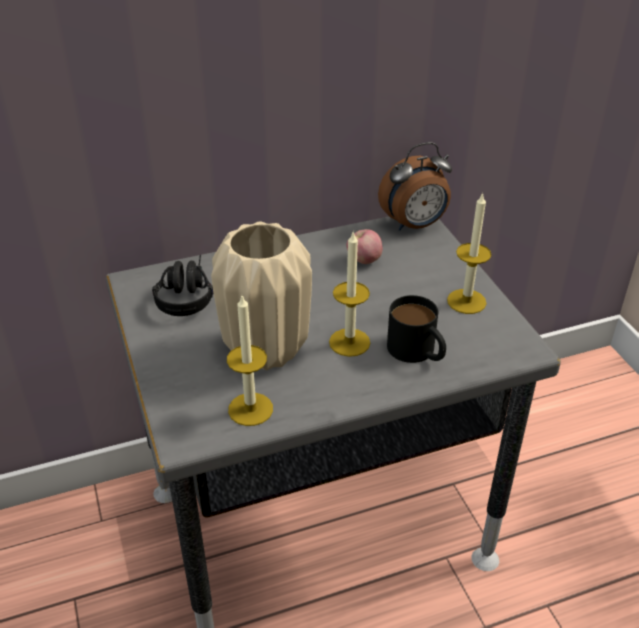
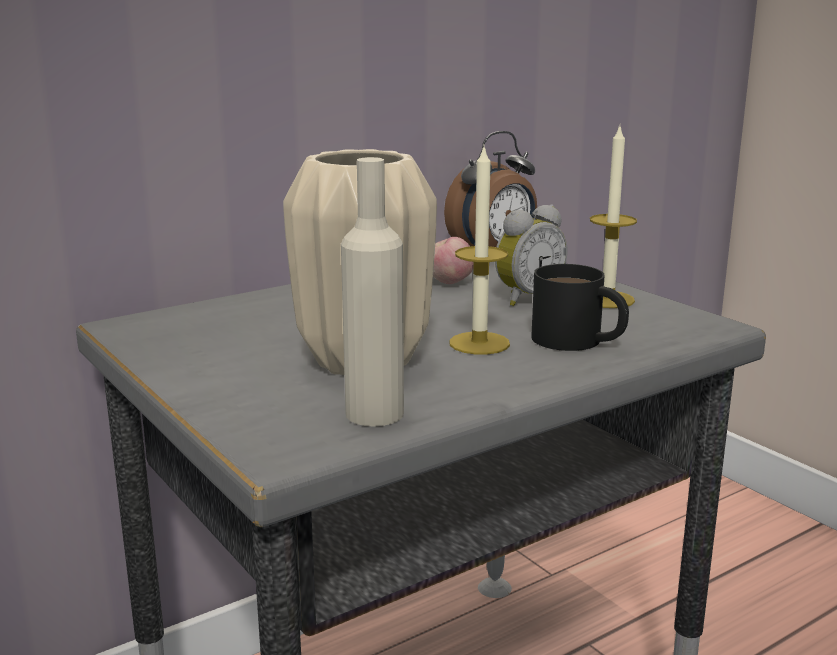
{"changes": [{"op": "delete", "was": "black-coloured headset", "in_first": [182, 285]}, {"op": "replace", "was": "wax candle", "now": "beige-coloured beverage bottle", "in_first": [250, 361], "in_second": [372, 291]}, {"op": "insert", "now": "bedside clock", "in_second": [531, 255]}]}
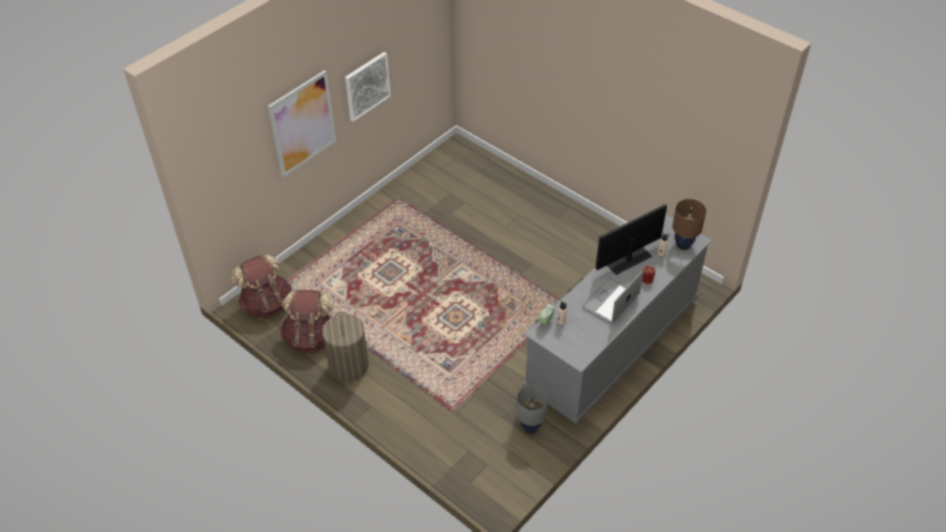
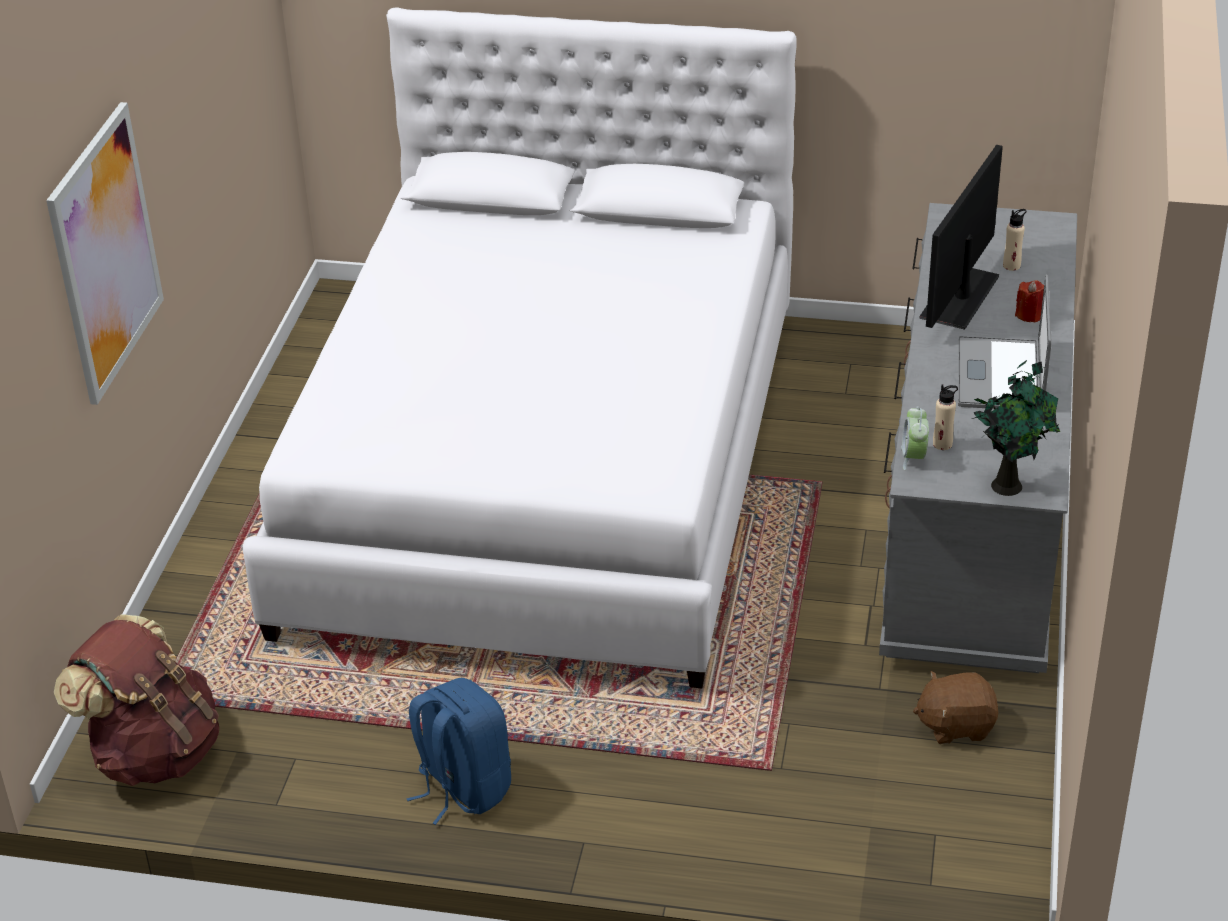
{"changes": [{"op": "delete", "was": "wall art", "in_first": [368, 87]}, {"op": "delete", "was": "brownish table lamp", "in_first": [689, 224]}, {"op": "delete", "was": "brownish knapsack", "in_first": [307, 321]}, {"op": "replace", "was": "washing basket", "now": "bluish knapsack", "in_first": [345, 347], "in_second": [458, 751]}, {"op": "replace", "was": "gray table lamp", "now": "brownish plush toy", "in_first": [532, 409], "in_second": [955, 707]}, {"op": "insert", "now": "whitish bed", "in_second": [519, 347]}, {"op": "insert", "now": "houseplant", "in_second": [1016, 427]}]}
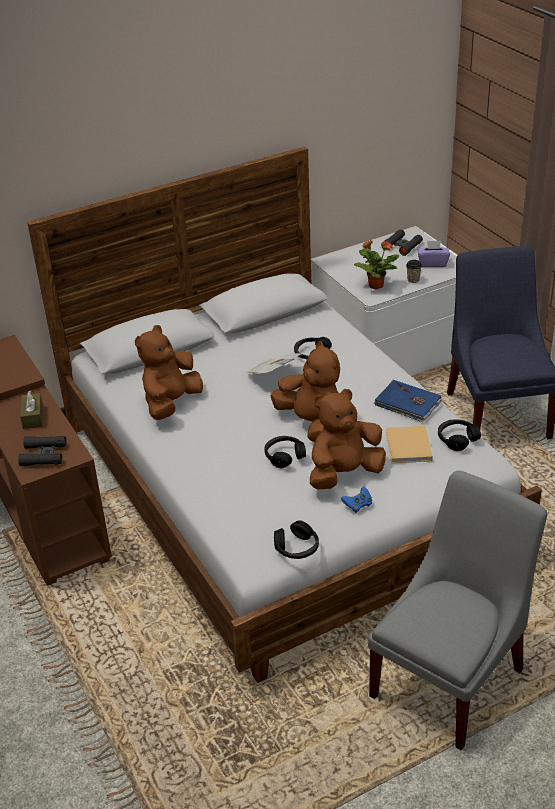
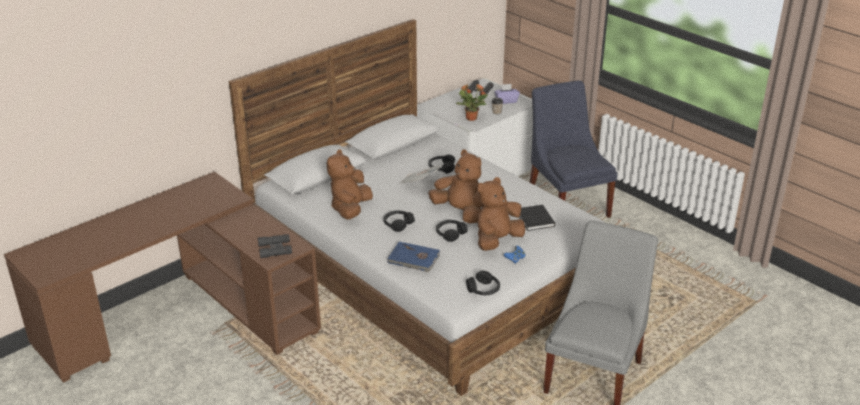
{"changes": [{"op": "move", "was": "bluish bound book", "in_first": [407, 401], "in_second": [413, 257]}, {"op": "delete", "was": "brownish tissue holder", "in_first": [31, 410]}, {"op": "move", "was": "black-coloured headset", "in_first": [459, 435], "in_second": [399, 221]}, {"op": "recolor", "was": "beige-coloured bound book", "now": "black-coloured bound book", "in_first": [409, 444], "in_second": [537, 218]}]}
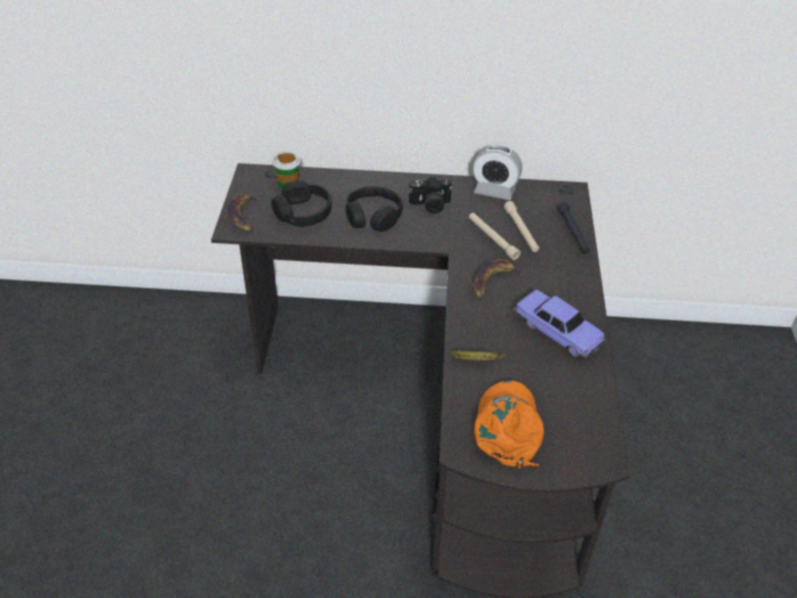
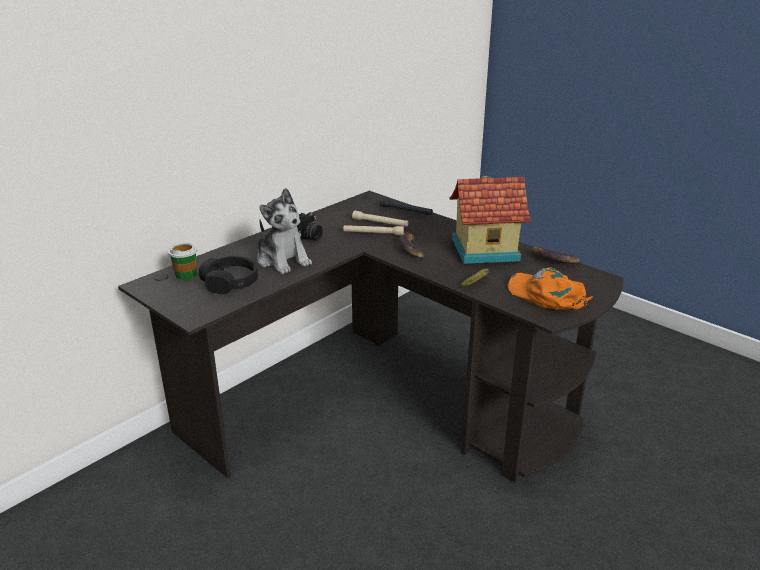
{"changes": [{"op": "delete", "was": "bedside clock", "in_first": [497, 172]}, {"op": "replace", "was": "black-coloured headset", "now": "plush toy", "in_first": [374, 209], "in_second": [284, 231]}, {"op": "move", "was": "banana fruit", "in_first": [244, 212], "in_second": [556, 255]}, {"op": "replace", "was": "miniature car", "now": "miniature house", "in_first": [559, 324], "in_second": [490, 220]}]}
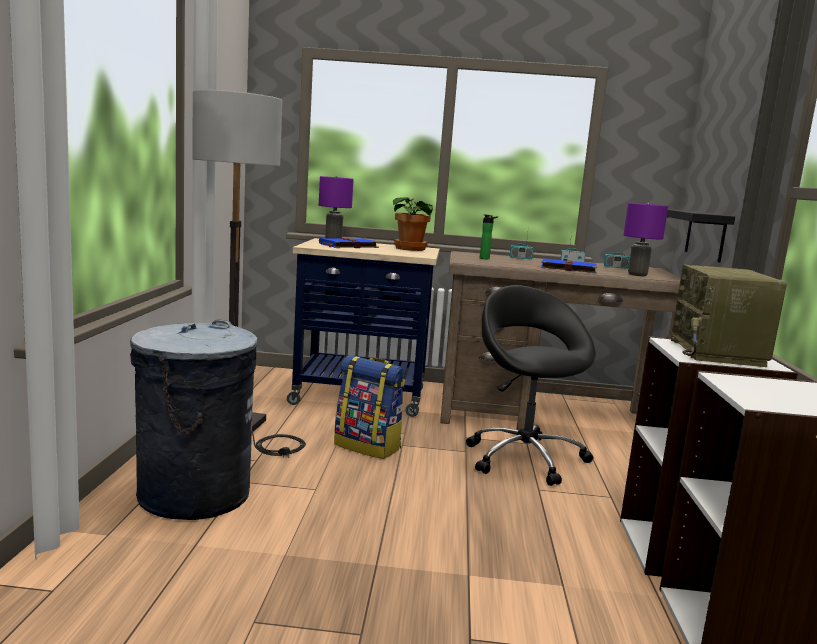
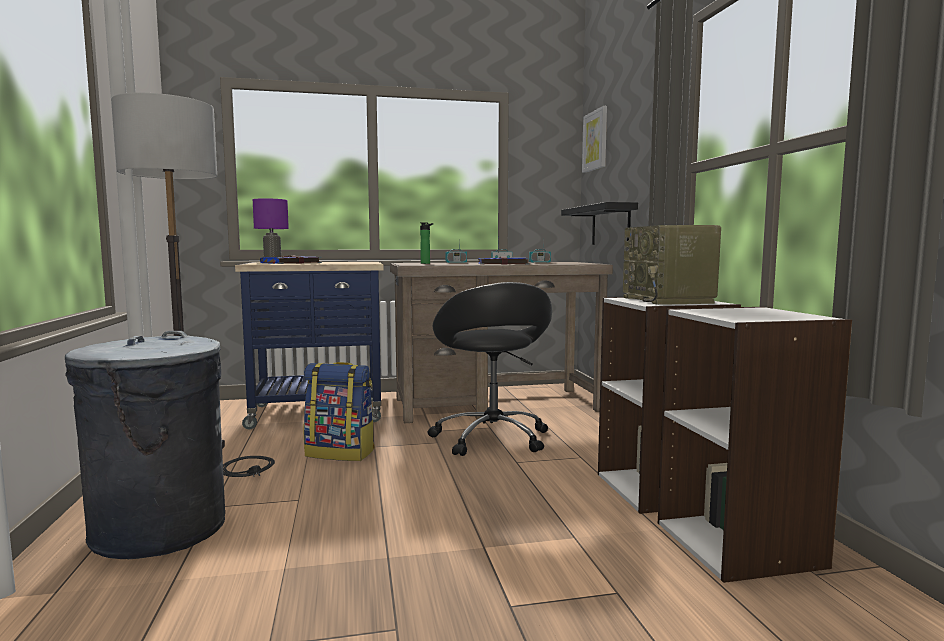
{"changes": [{"op": "delete", "was": "houseplant", "in_first": [413, 224]}, {"op": "delete", "was": "purplish table lamp", "in_first": [646, 239]}, {"op": "rotate", "was": "black-coloured office chair", "in_first": [531, 385], "in_second": [489, 369], "clockwise": -150}, {"op": "insert", "now": "wall art", "in_second": [594, 139]}]}
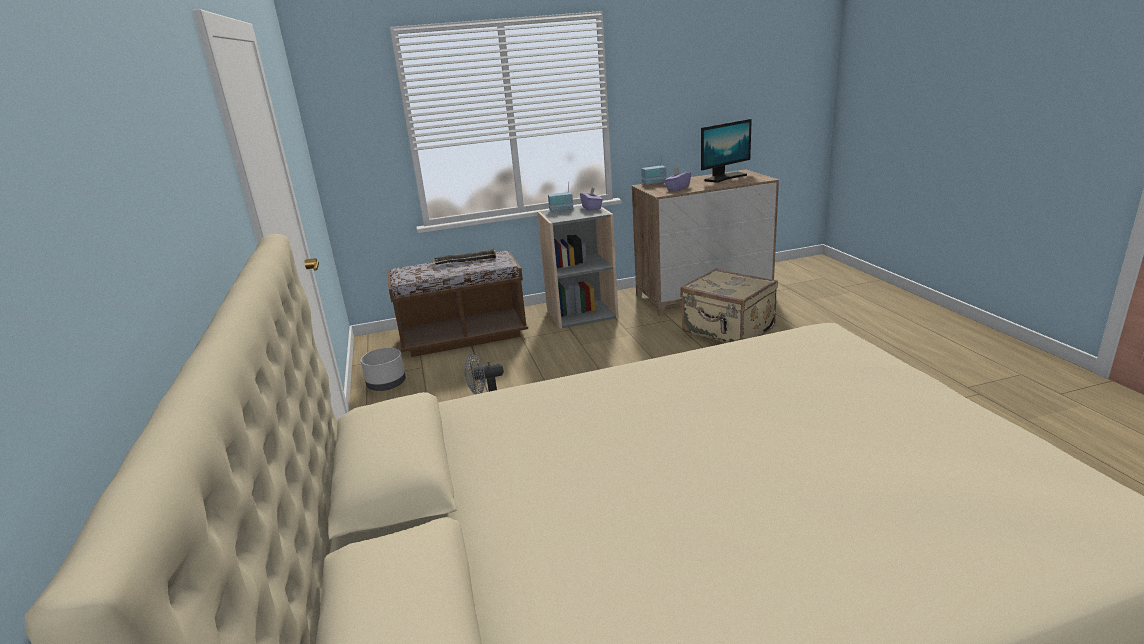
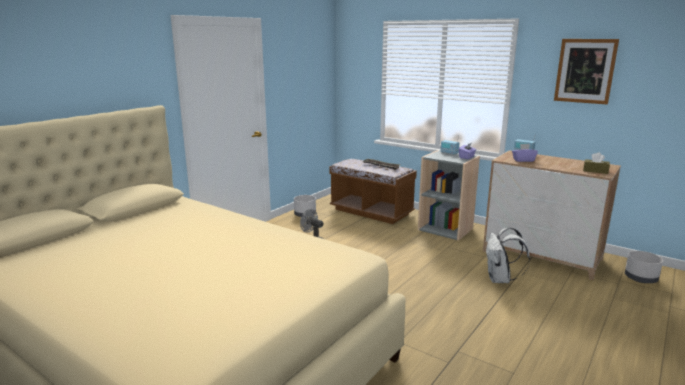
{"changes": [{"op": "delete", "was": "computer screen", "in_first": [726, 151]}, {"op": "replace", "was": "beige-coloured suitcase", "now": "whitish knapsack", "in_first": [729, 306], "in_second": [508, 255]}, {"op": "insert", "now": "wall art", "in_second": [586, 72]}, {"op": "insert", "now": "brownish tissue holder", "in_second": [596, 163]}, {"op": "insert", "now": "gray planter", "in_second": [644, 267]}]}
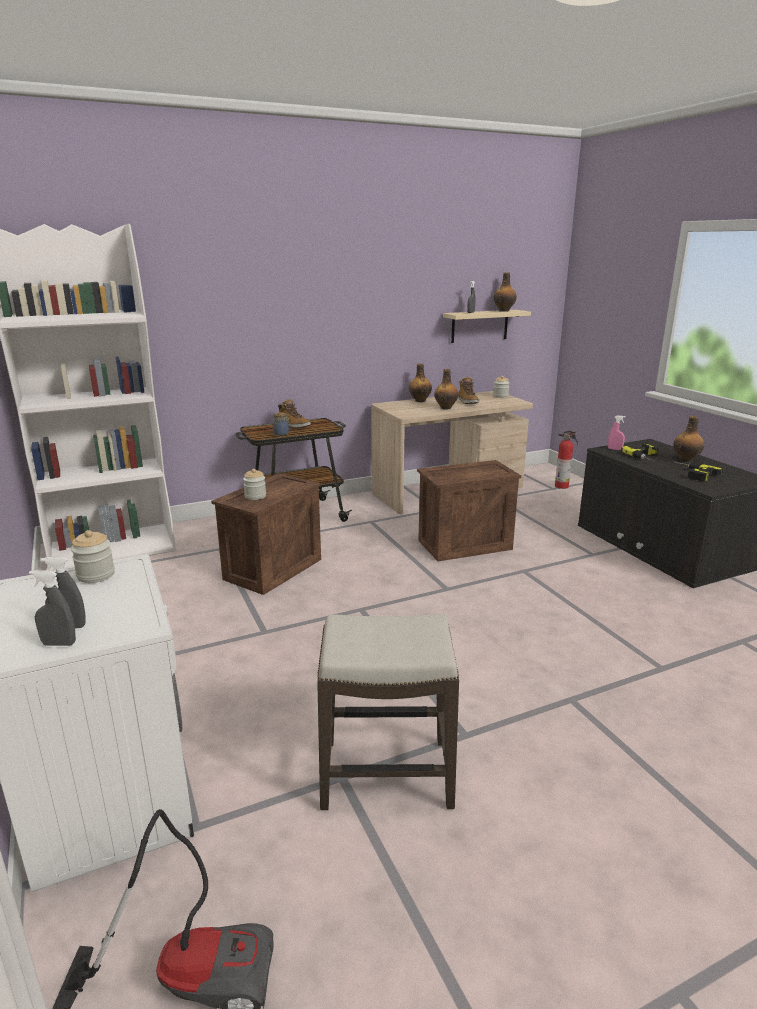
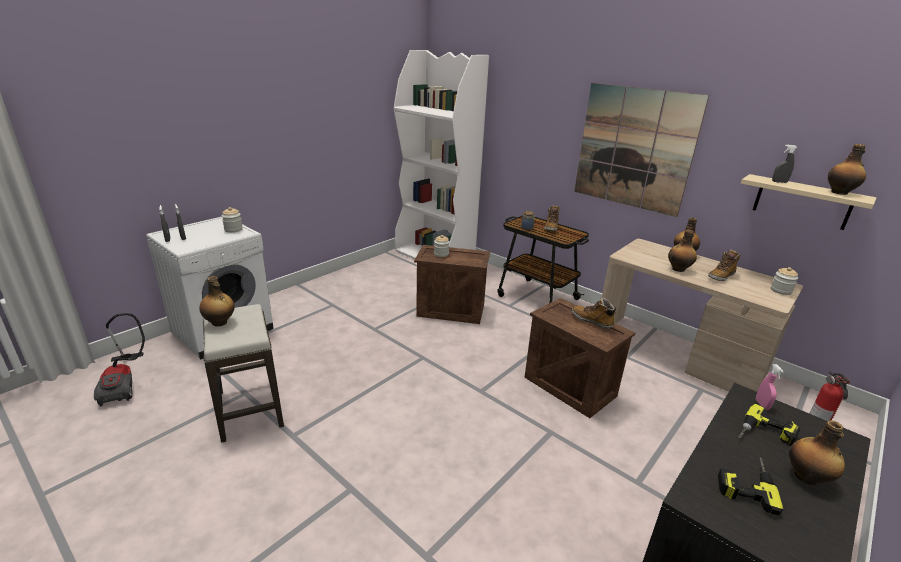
{"changes": [{"op": "insert", "now": "wall art", "in_second": [641, 150]}, {"op": "insert", "now": "beverage bottle", "in_second": [217, 301]}, {"op": "insert", "now": "tall boot", "in_second": [594, 313]}]}
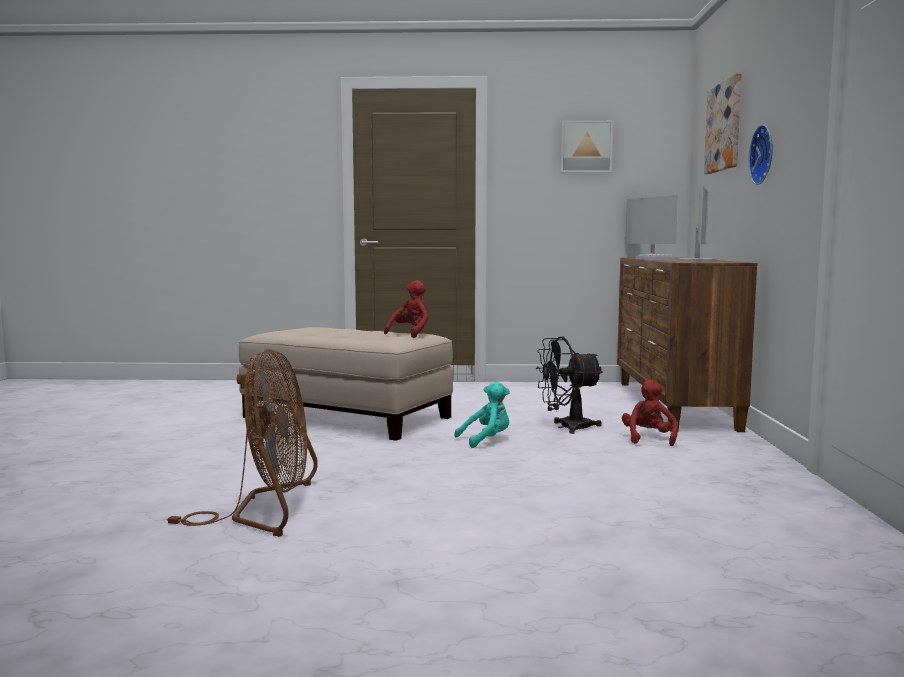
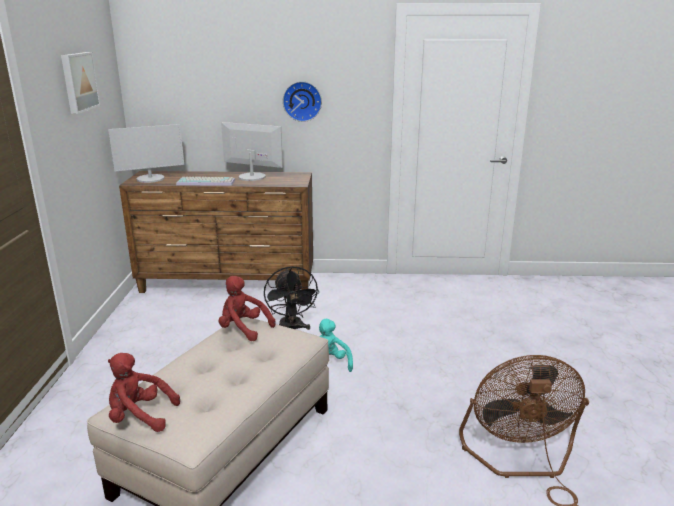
{"changes": [{"op": "delete", "was": "wall art", "in_first": [723, 123]}, {"op": "move", "was": "red plush toy", "in_first": [650, 412], "in_second": [144, 392]}]}
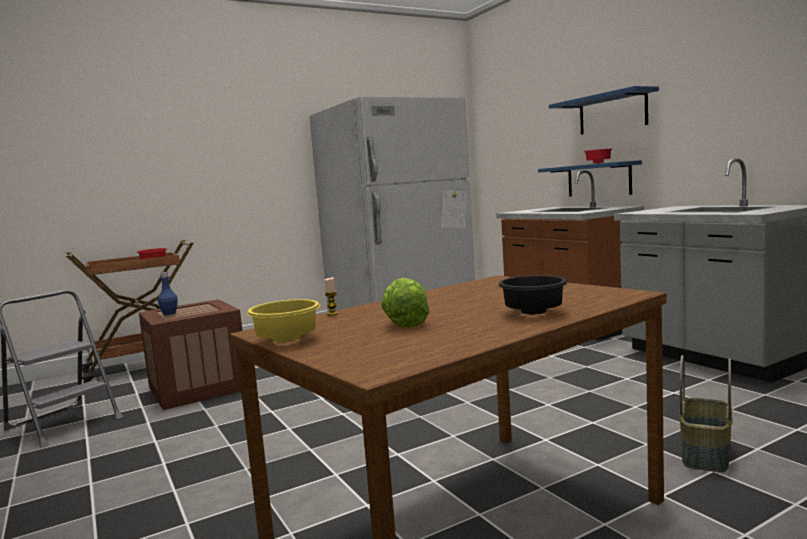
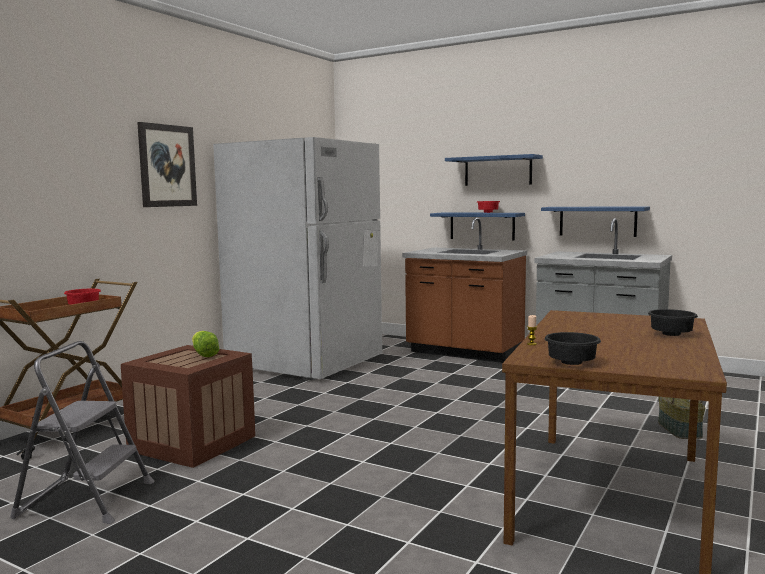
{"changes": [{"op": "delete", "was": "bluish beverage bottle", "in_first": [168, 293]}, {"op": "move", "was": "head of lettuce", "in_first": [405, 303], "in_second": [205, 344]}, {"op": "recolor", "was": "yellow serving bowl", "now": "black-coloured serving bowl", "in_first": [283, 321], "in_second": [573, 348]}, {"op": "insert", "now": "wall art", "in_second": [167, 164]}, {"op": "insert", "now": "bluish shelf", "in_second": [595, 221]}]}
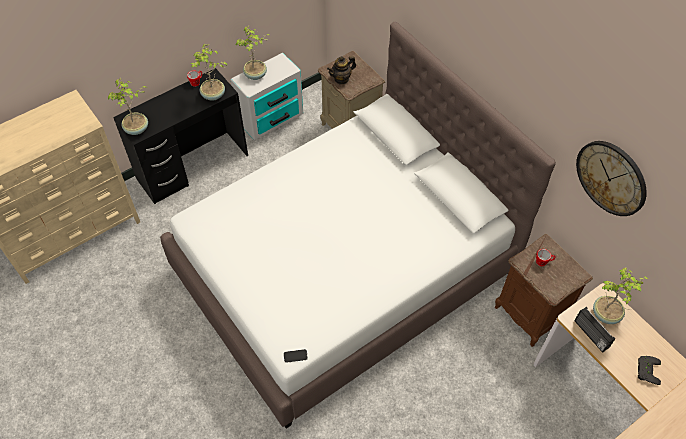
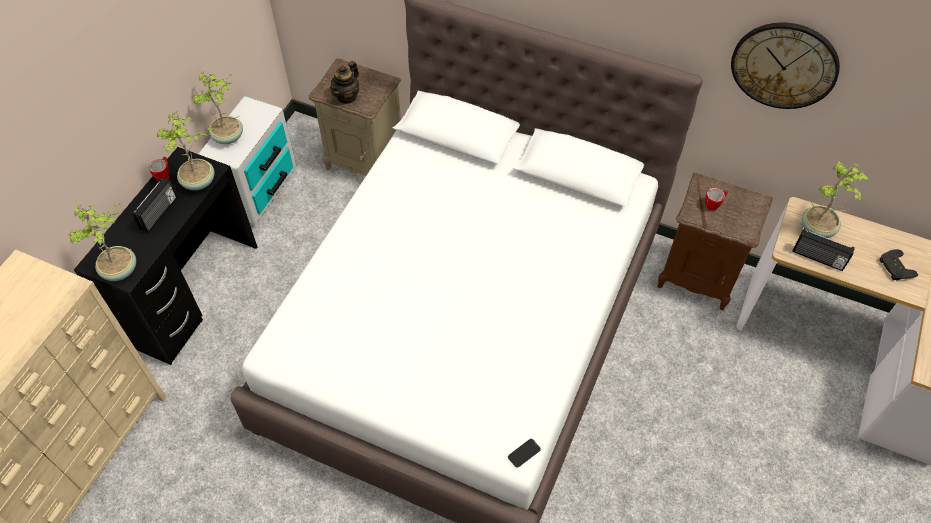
{"changes": [{"op": "insert", "now": "radio set", "in_second": [154, 205]}]}
